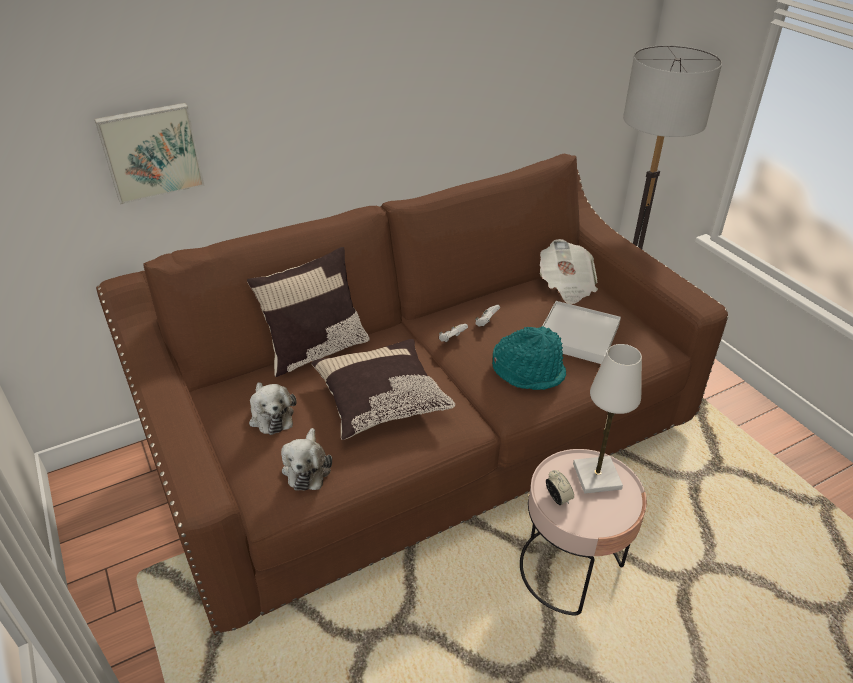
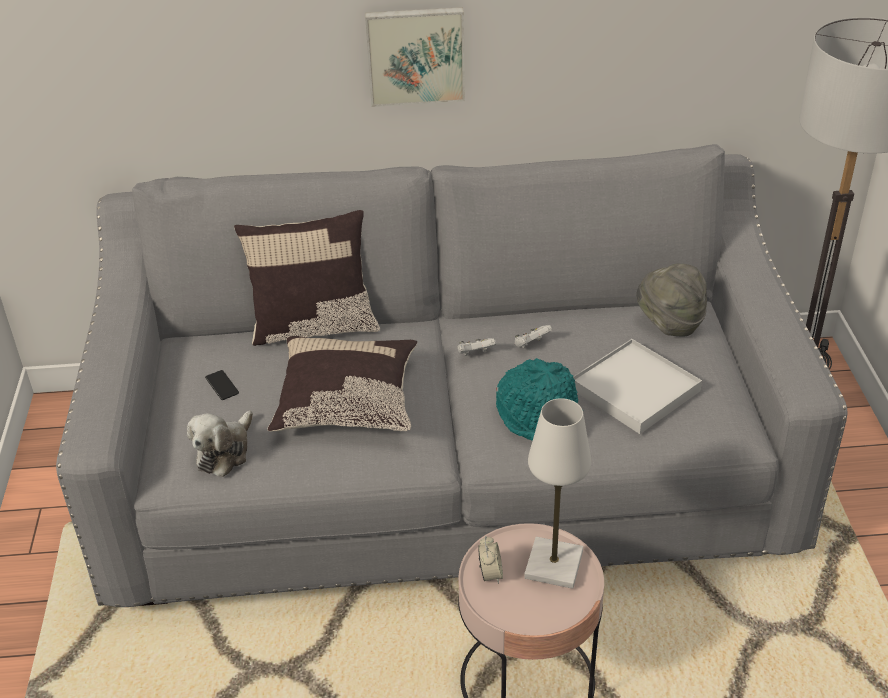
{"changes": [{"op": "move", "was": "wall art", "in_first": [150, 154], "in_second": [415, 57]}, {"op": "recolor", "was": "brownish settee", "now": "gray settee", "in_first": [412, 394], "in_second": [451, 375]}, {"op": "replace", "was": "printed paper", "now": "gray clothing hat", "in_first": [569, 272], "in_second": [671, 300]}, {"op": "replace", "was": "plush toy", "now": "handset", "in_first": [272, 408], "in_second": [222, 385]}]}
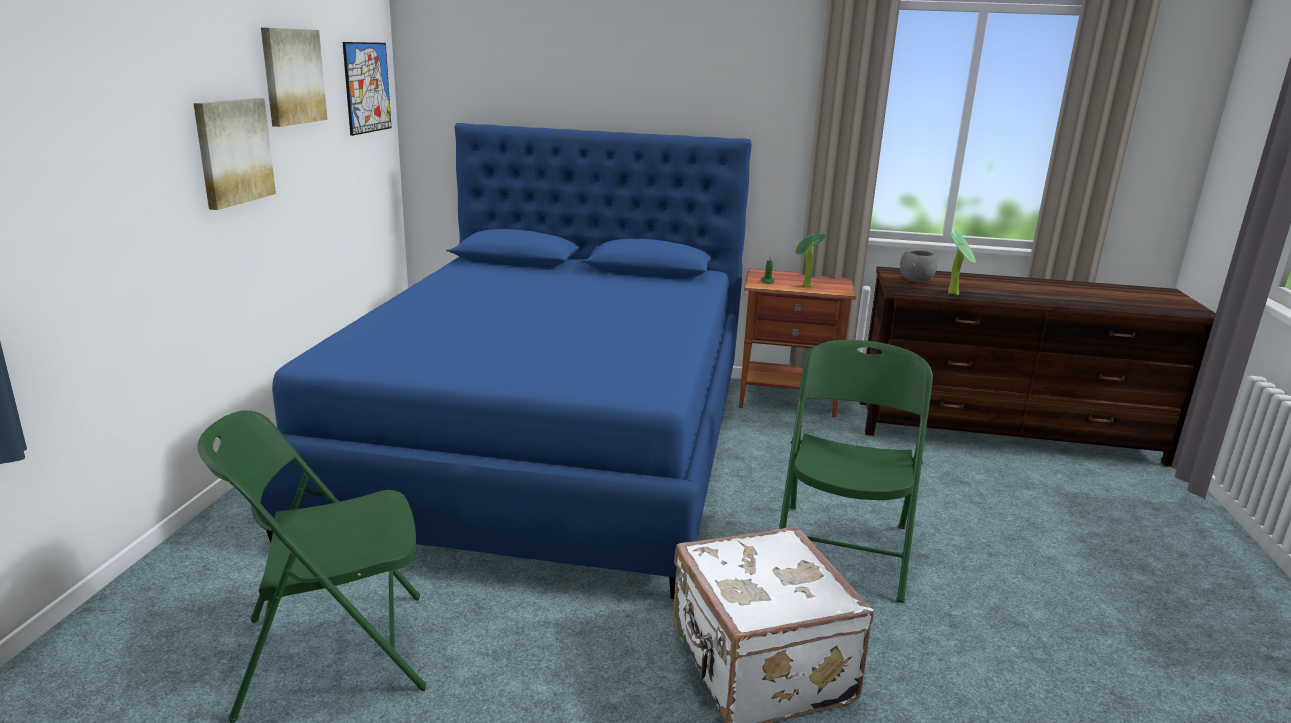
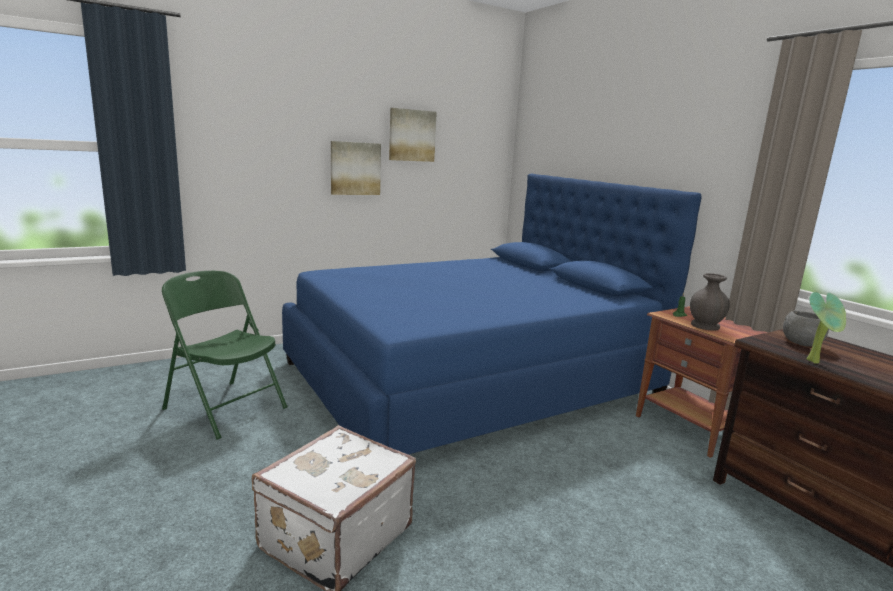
{"changes": [{"op": "delete", "was": "wall art", "in_first": [367, 89]}, {"op": "replace", "was": "houseplant", "now": "gray flower vase", "in_first": [811, 260], "in_second": [710, 302]}, {"op": "delete", "was": "green upright chair", "in_first": [856, 471]}]}
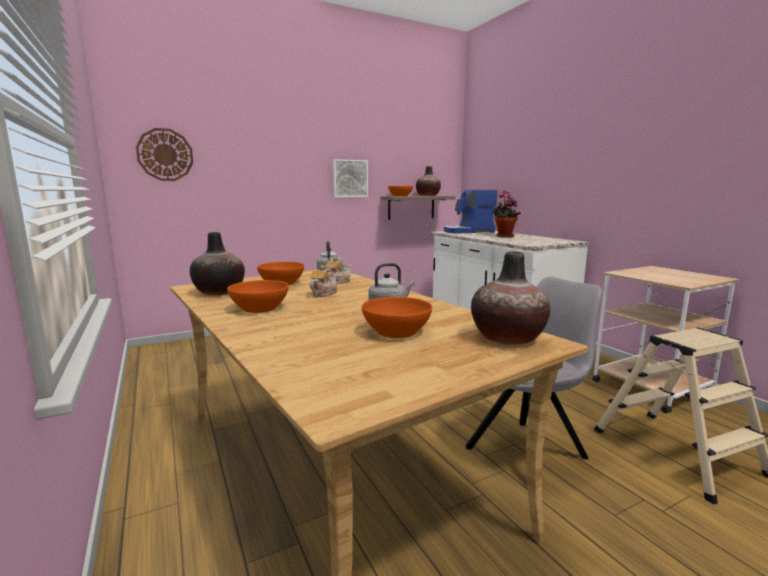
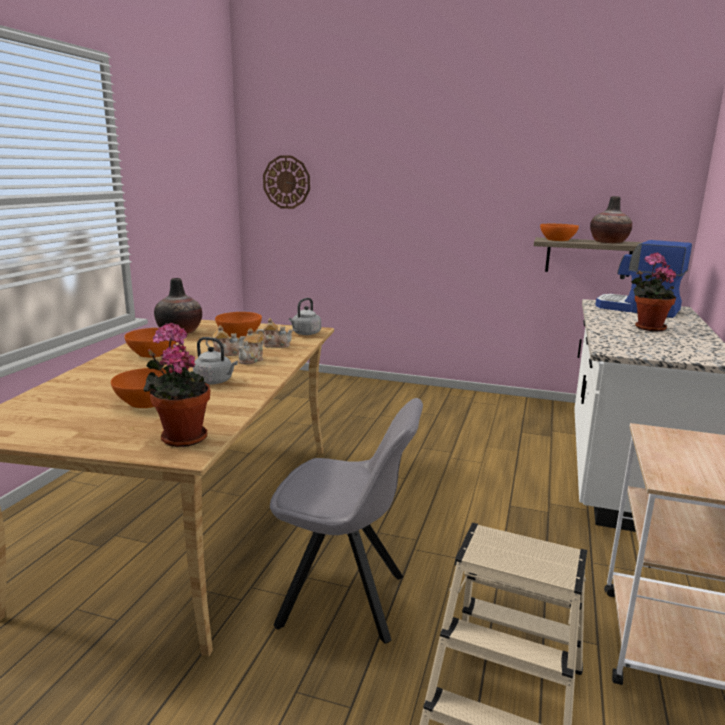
{"changes": [{"op": "delete", "was": "wall art", "in_first": [350, 178]}, {"op": "replace", "was": "flower vase", "now": "houseplant", "in_first": [510, 297], "in_second": [176, 385]}, {"op": "insert", "now": "pot for tea", "in_second": [250, 346]}]}
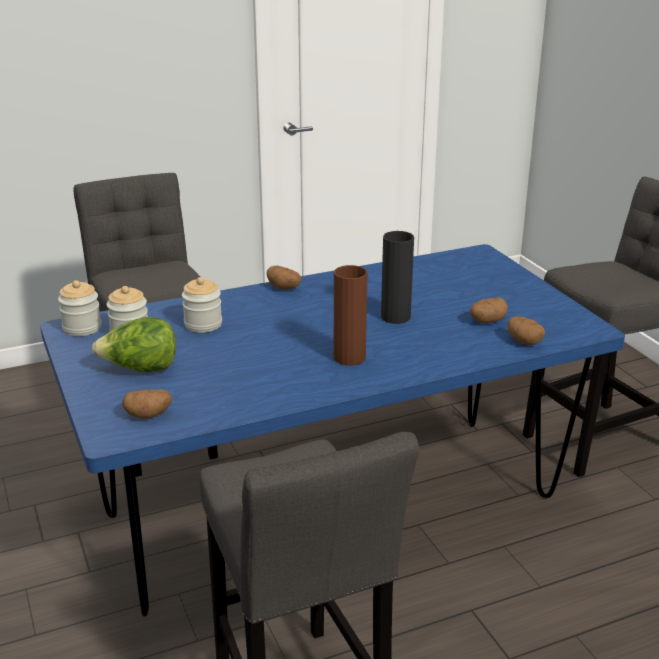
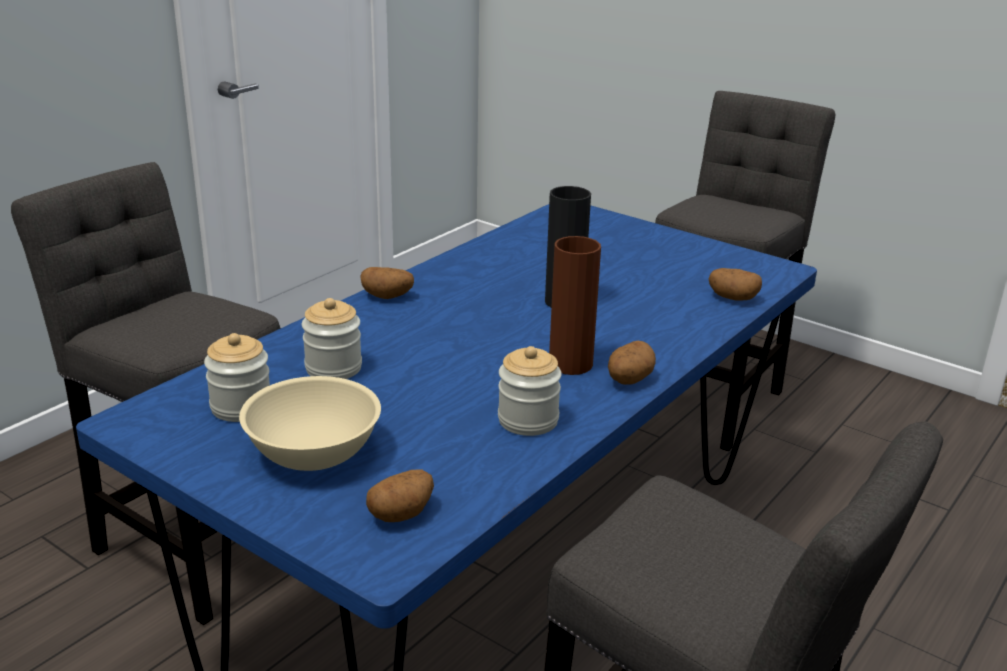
{"changes": [{"op": "move", "was": "storage jar", "in_first": [79, 308], "in_second": [530, 391]}, {"op": "move", "was": "spud", "in_first": [489, 310], "in_second": [632, 363]}, {"op": "replace", "was": "head of lettuce", "now": "beige-coloured serving bowl", "in_first": [134, 344], "in_second": [310, 423]}]}
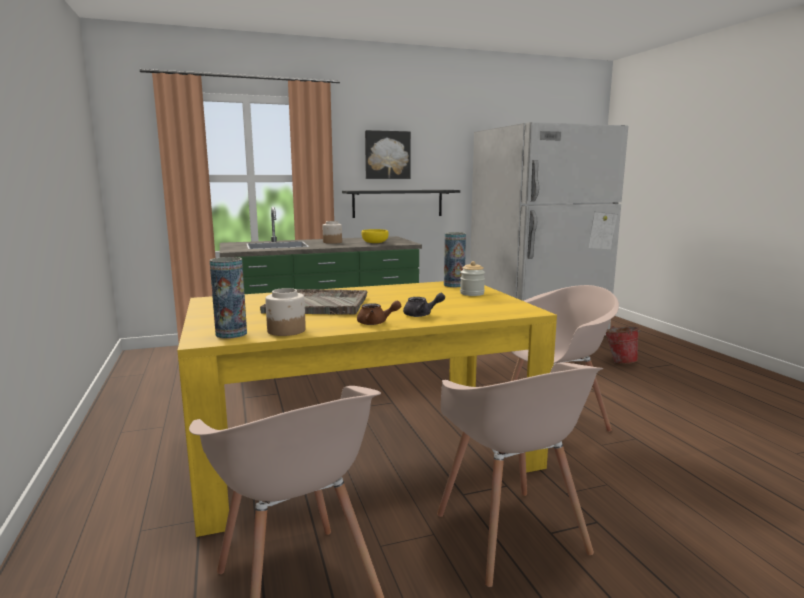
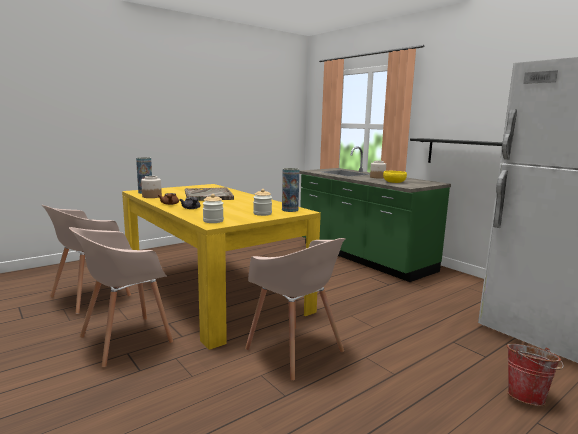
{"changes": [{"op": "delete", "was": "wall art", "in_first": [388, 154]}, {"op": "insert", "now": "storage jar", "in_second": [213, 208]}]}
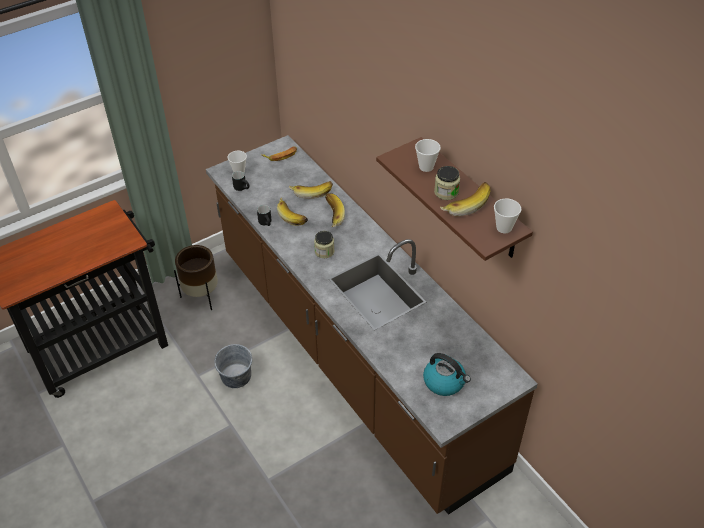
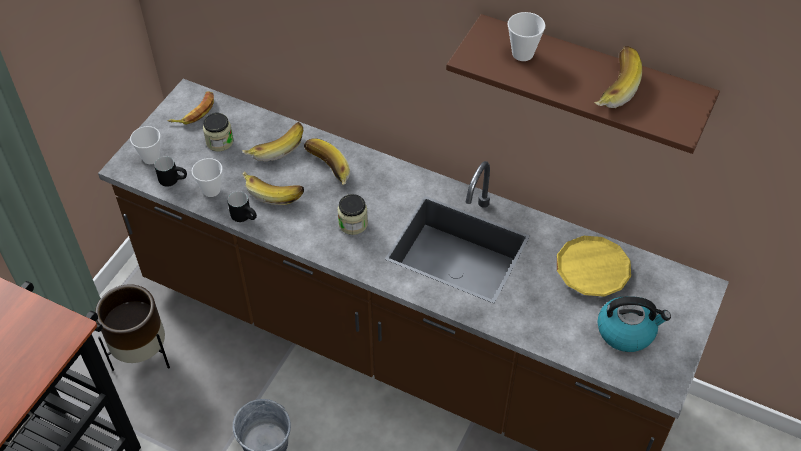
{"changes": [{"op": "move", "was": "storage jar", "in_first": [447, 183], "in_second": [218, 132]}, {"op": "move", "was": "drinking cup", "in_first": [507, 215], "in_second": [207, 177]}, {"op": "insert", "now": "yellow plate", "in_second": [594, 266]}]}
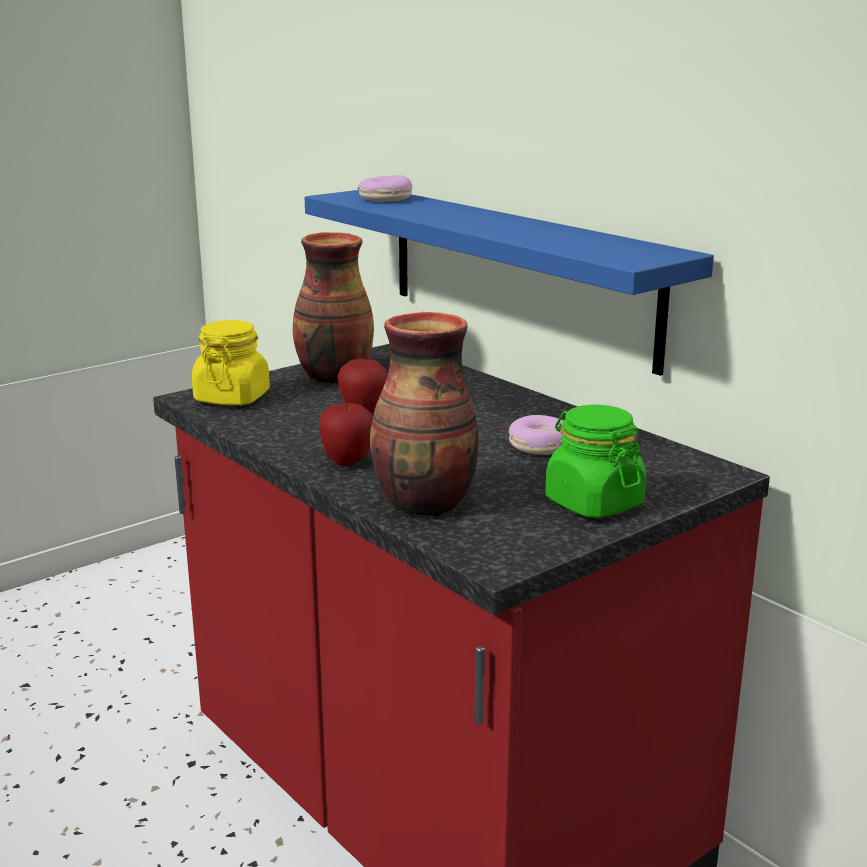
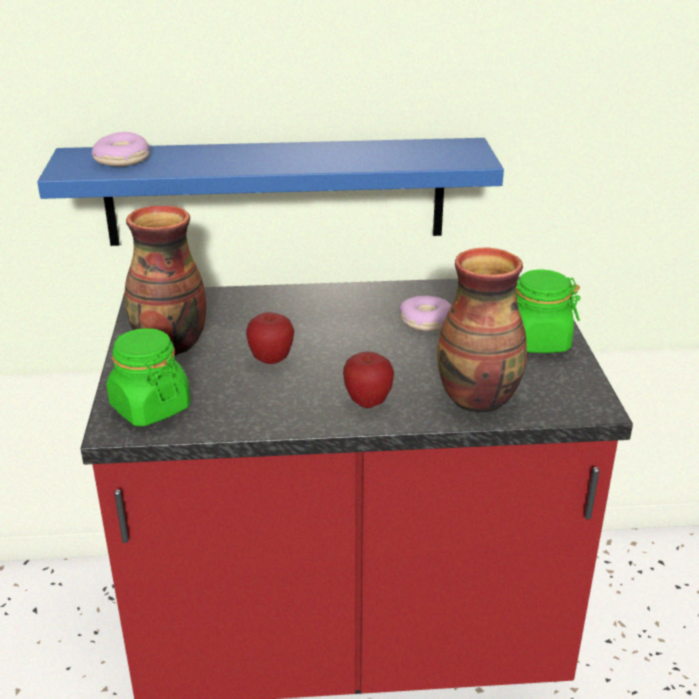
{"changes": [{"op": "recolor", "was": "yellow storage jar", "now": "green storage jar", "in_first": [231, 362], "in_second": [149, 377]}]}
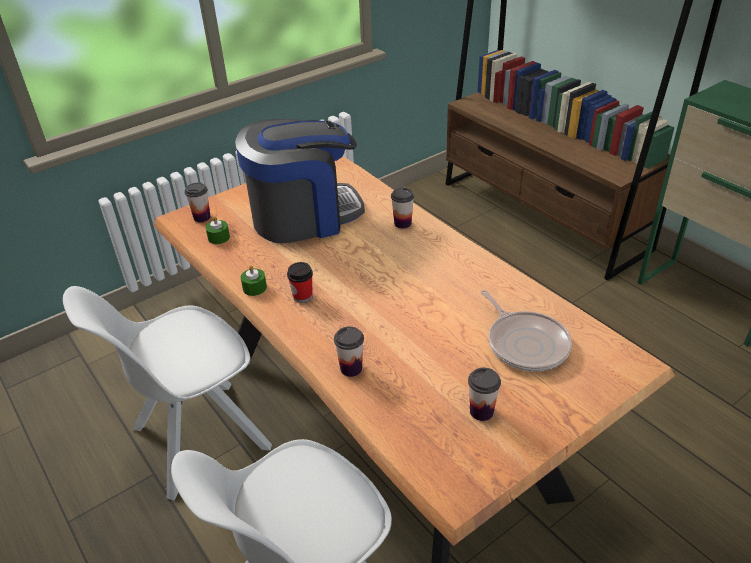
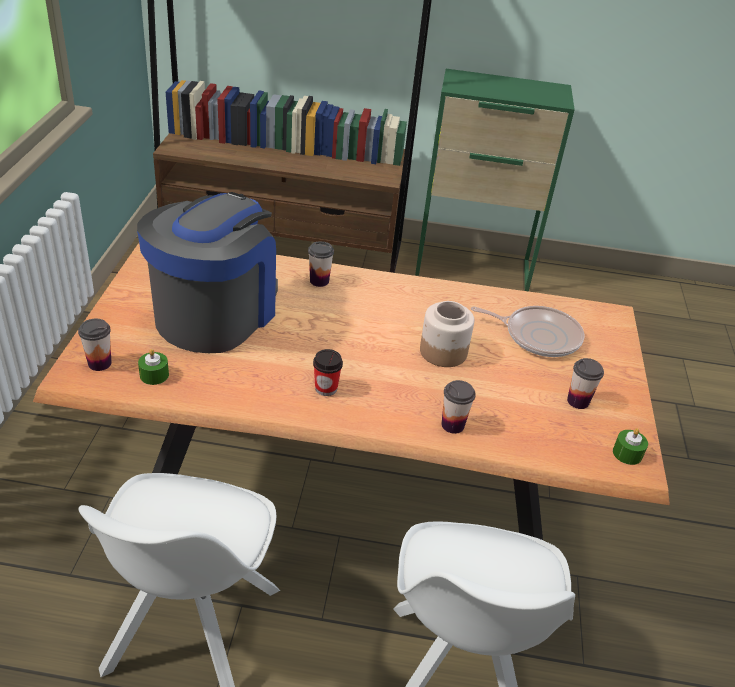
{"changes": [{"op": "move", "was": "green wax candle", "in_first": [254, 280], "in_second": [630, 446]}, {"op": "insert", "now": "storage jar", "in_second": [447, 334]}]}
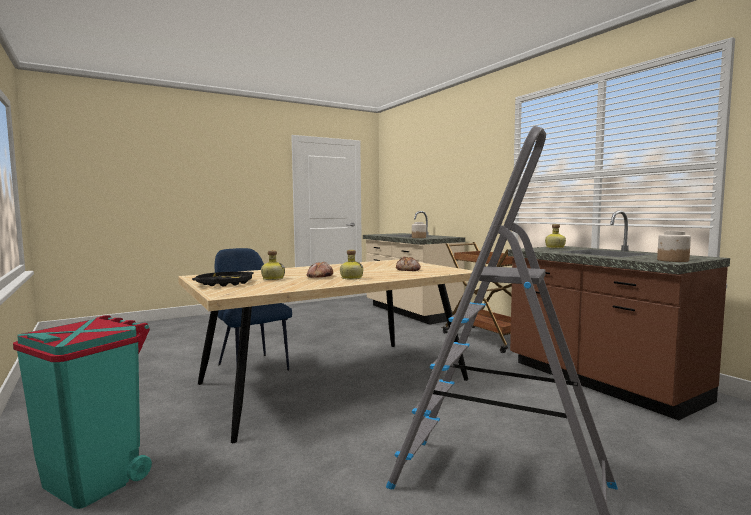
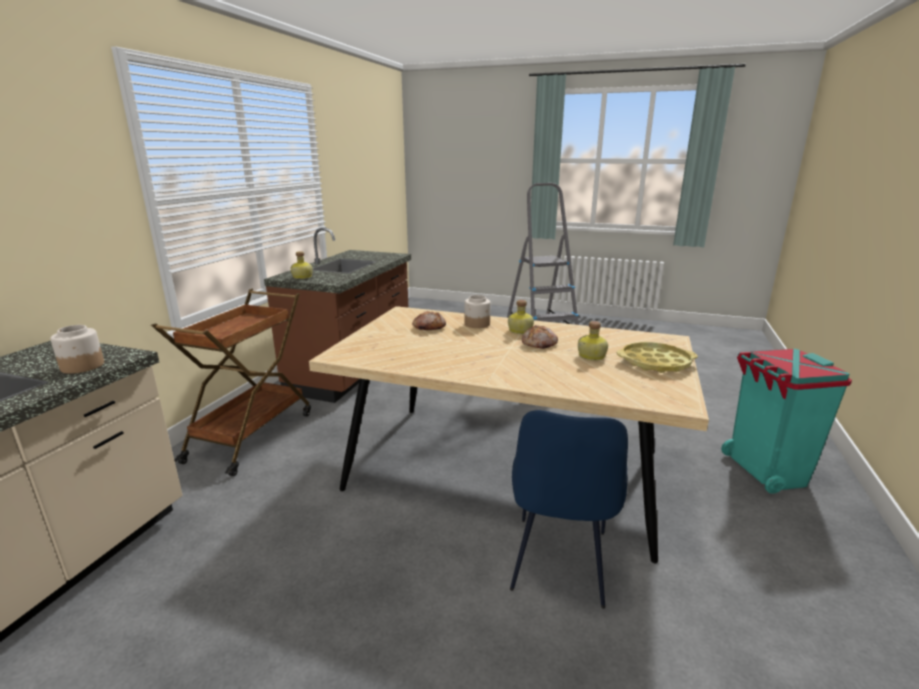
{"changes": [{"op": "move", "was": "storage jar", "in_first": [674, 246], "in_second": [477, 311]}, {"op": "recolor", "was": "black-coloured tray", "now": "yellow tray", "in_first": [223, 279], "in_second": [657, 357]}]}
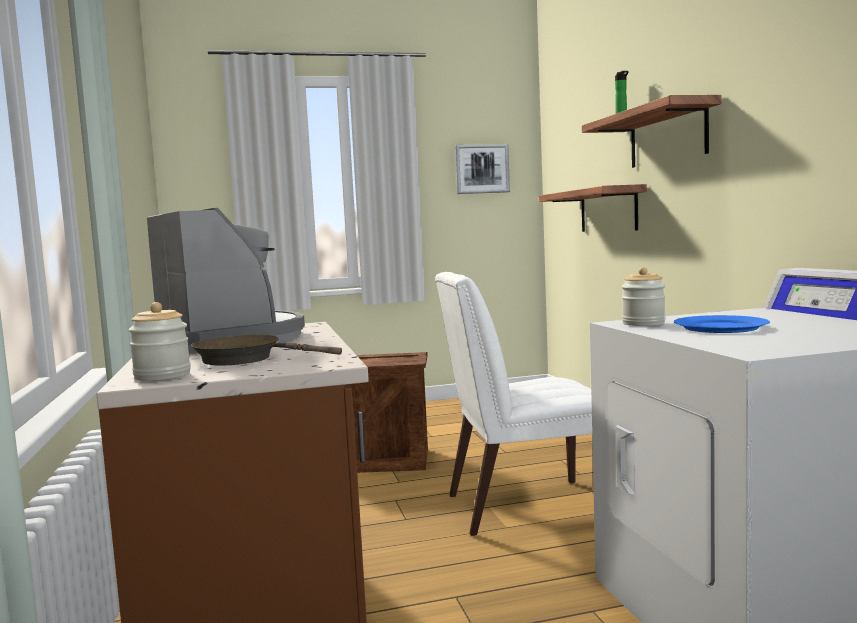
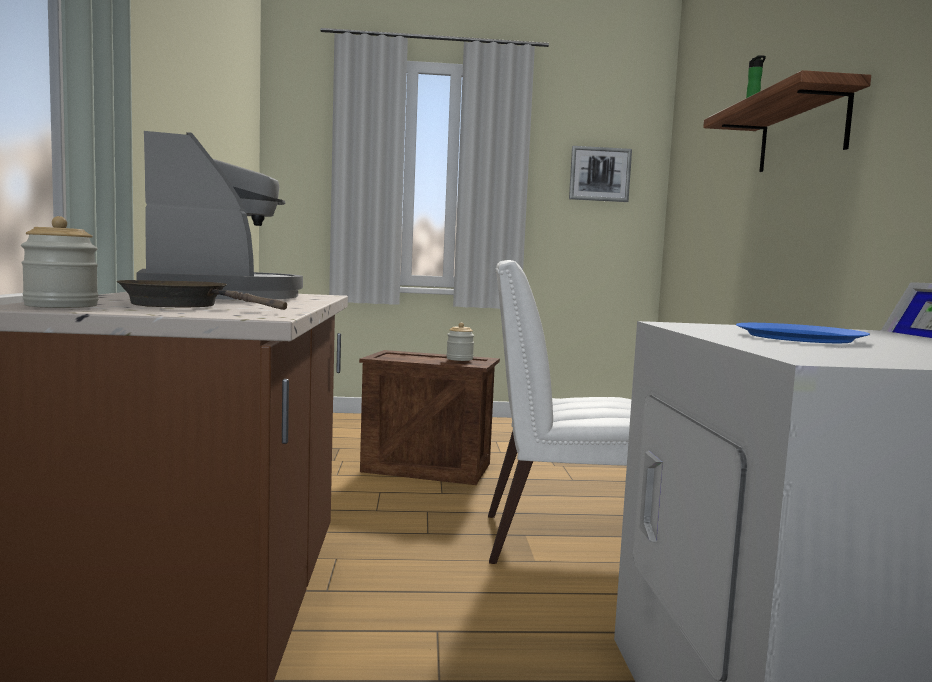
{"changes": [{"op": "delete", "was": "shelf", "in_first": [593, 208]}, {"op": "move", "was": "storage jar", "in_first": [643, 296], "in_second": [460, 342]}]}
